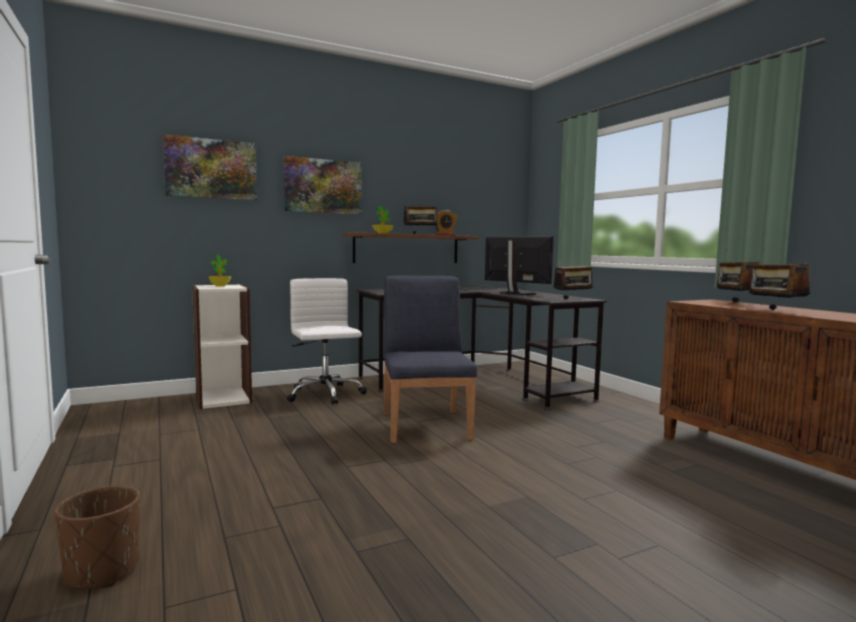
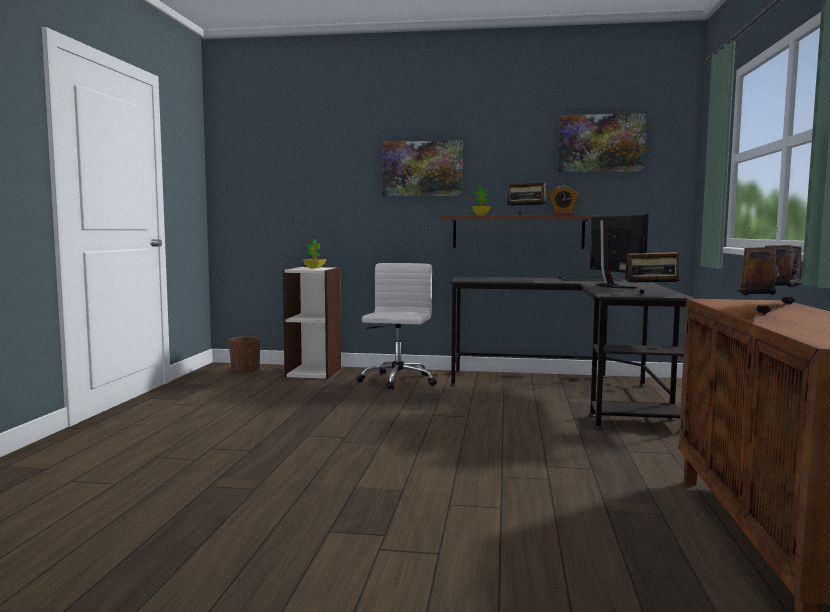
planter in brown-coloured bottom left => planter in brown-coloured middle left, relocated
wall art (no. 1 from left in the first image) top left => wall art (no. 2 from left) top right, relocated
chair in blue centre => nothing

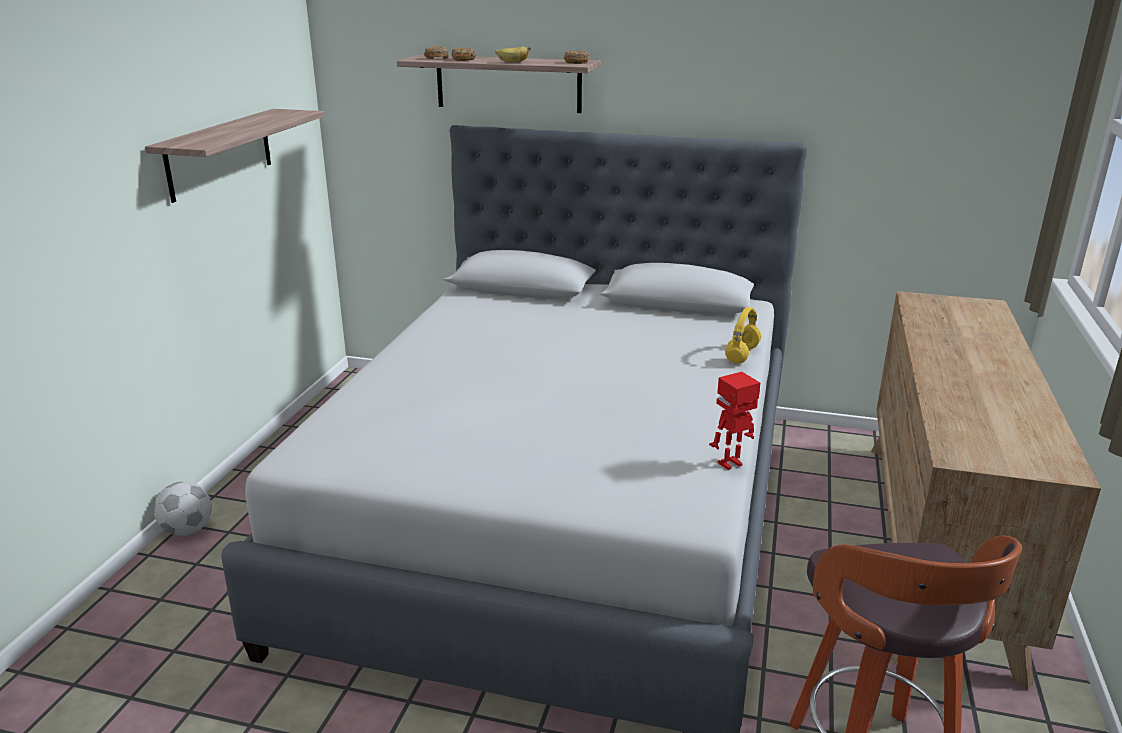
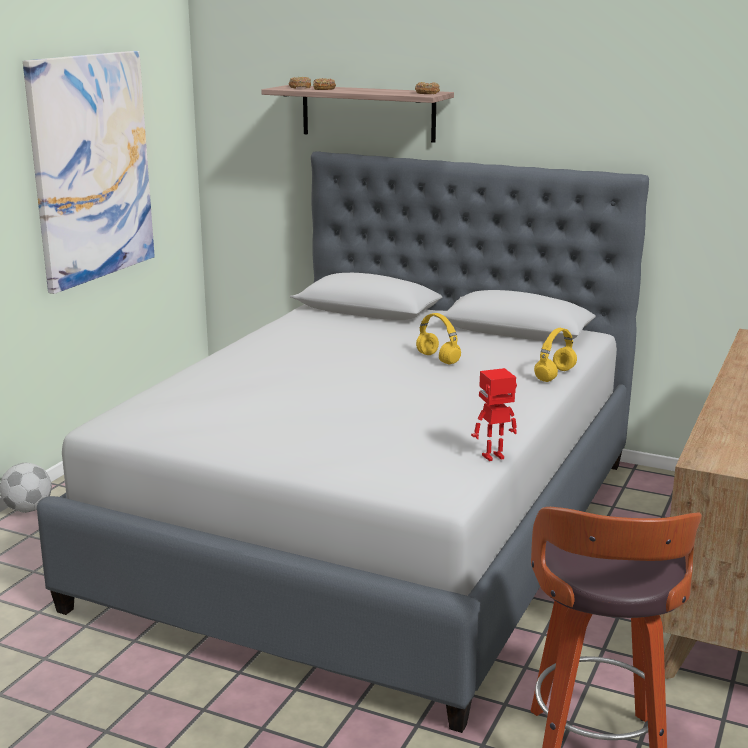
wall shelf (no. 1 from left) top left => wall art top left
banana fruit top centre => nothing
nothing => pair of headphones in yellow-coloured (no. 1 from left) centre

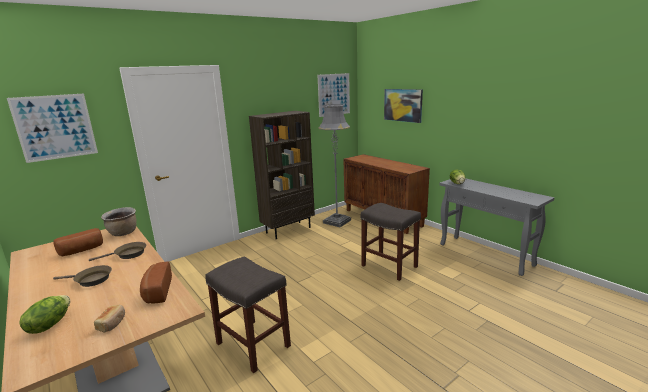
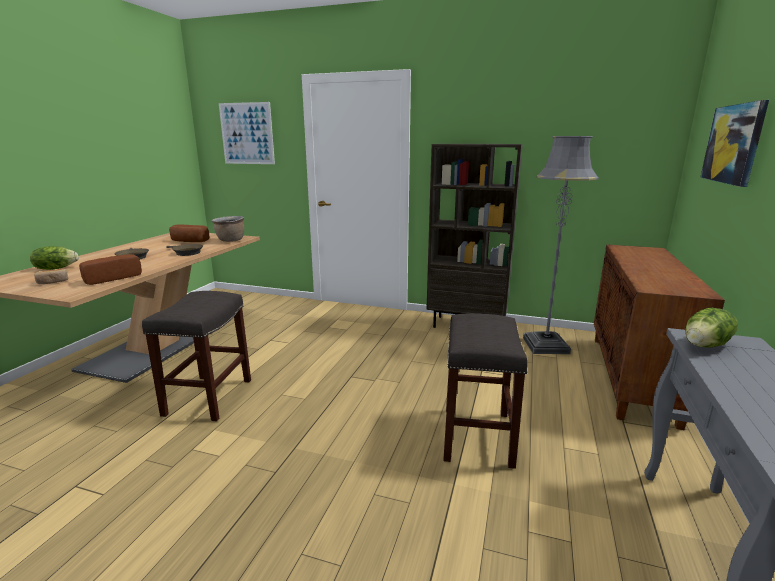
wall art (no. 2 from left) top centre => nothing

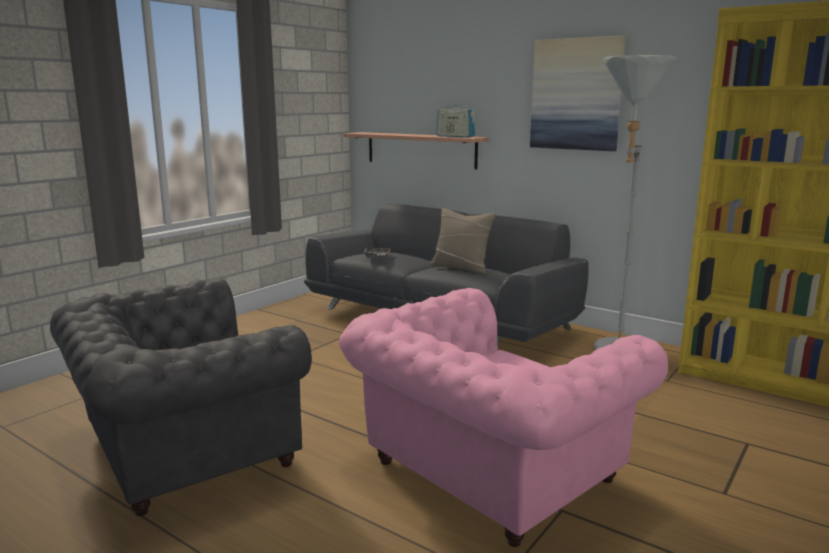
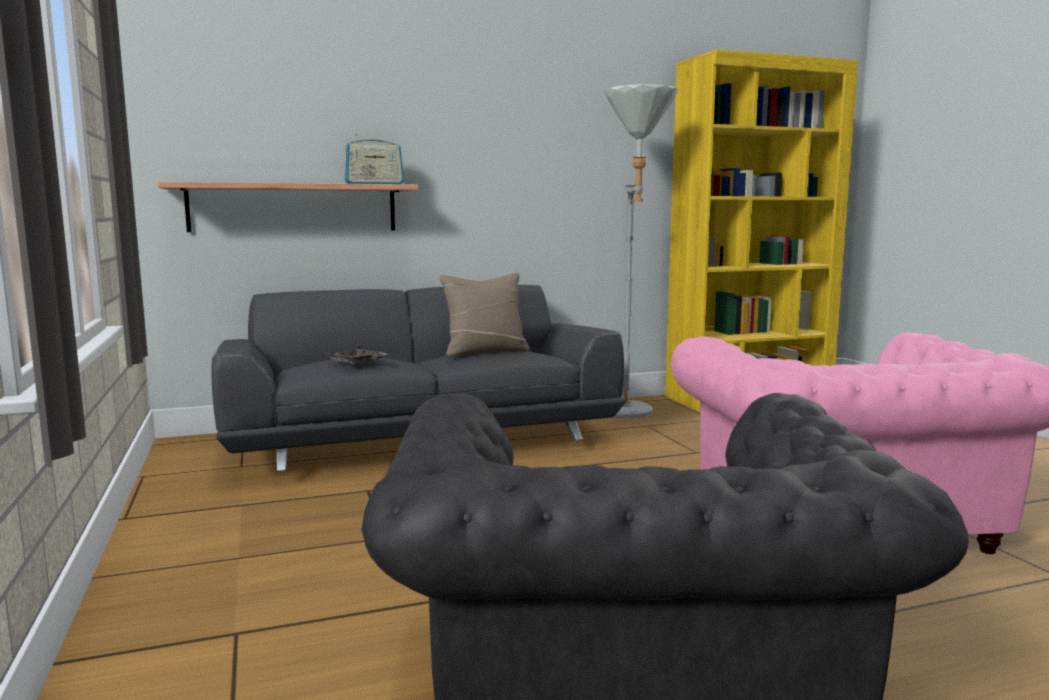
wall art top right => nothing

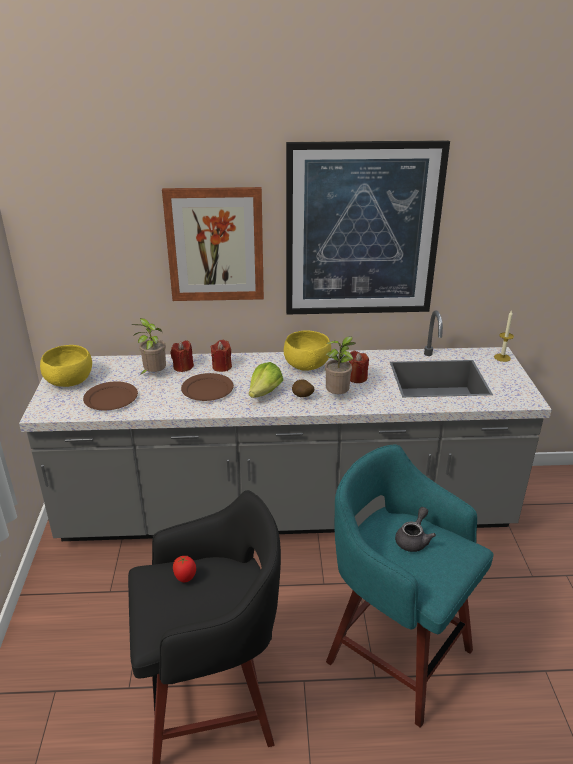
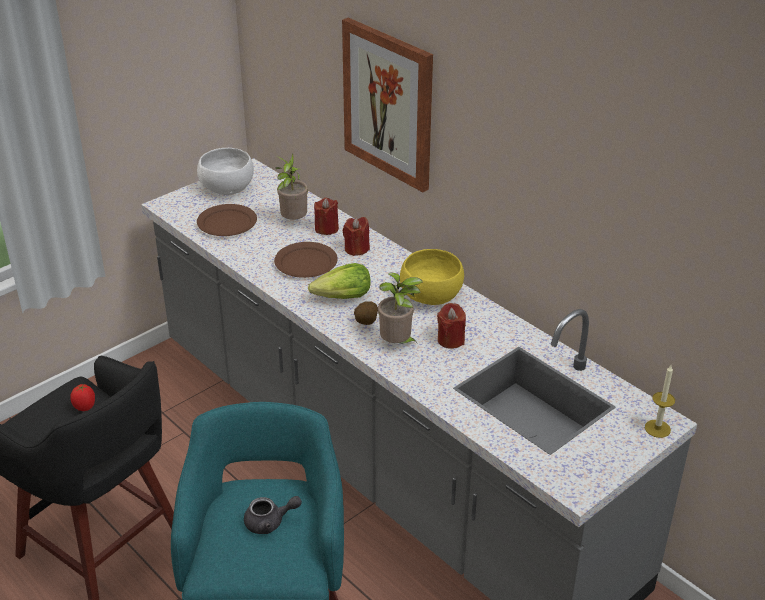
deep dish in yellow-coloured (no. 1 from left) middle left => deep dish in white-coloured top left
wall art (no. 2 from left) top centre => nothing

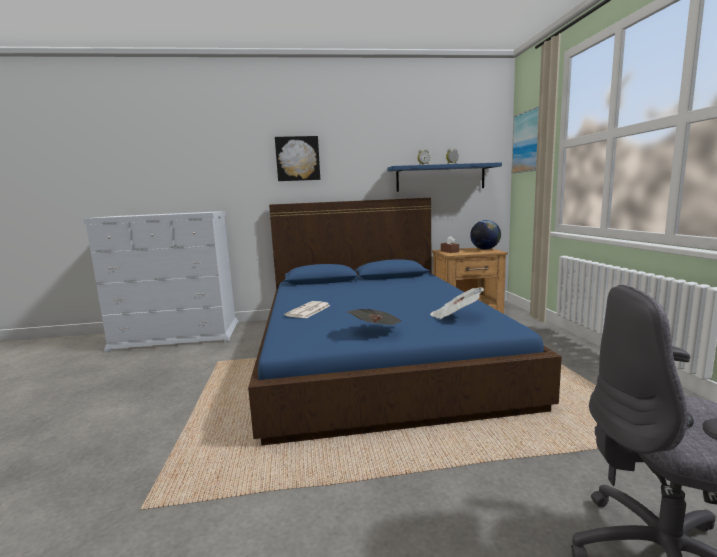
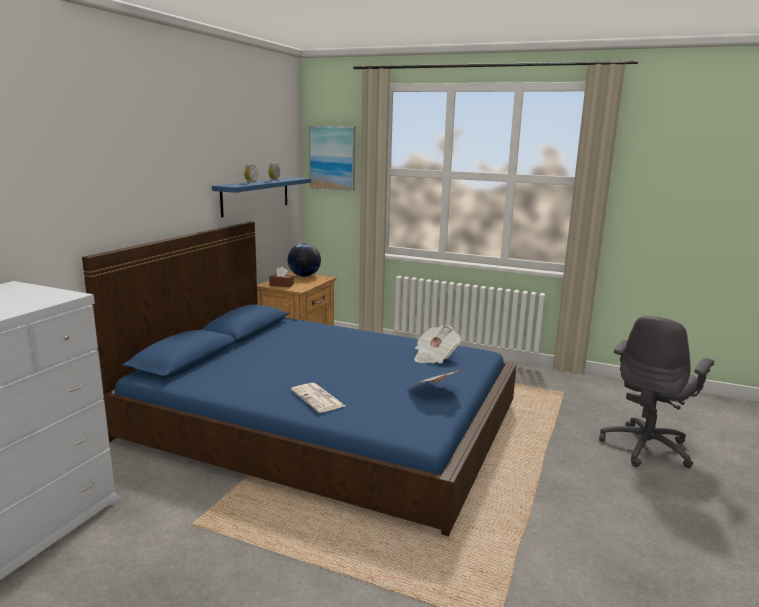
wall art (no. 1 from left) top centre => nothing

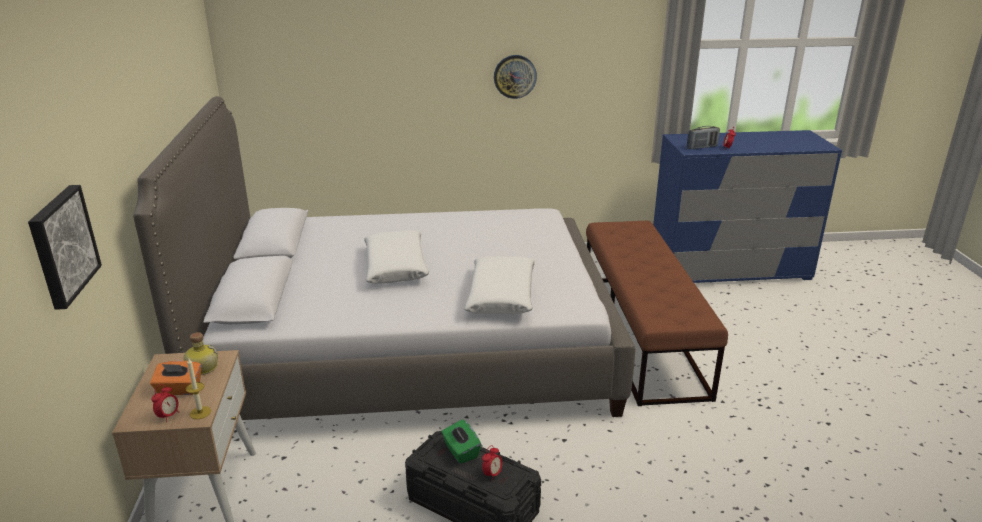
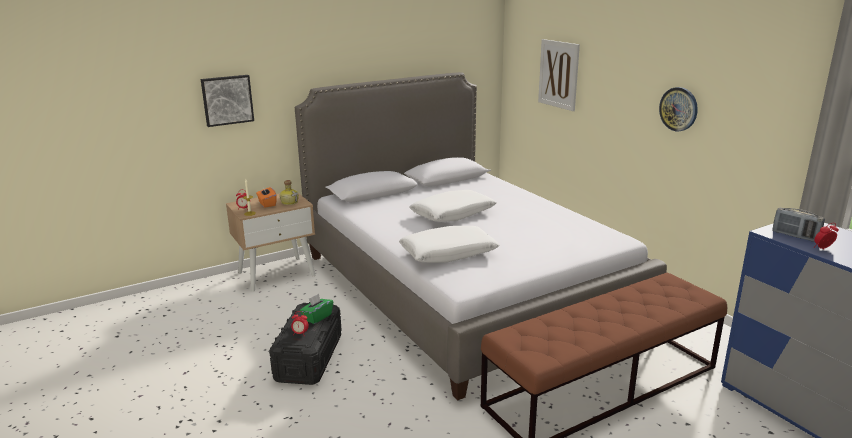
nothing => wall art (no. 2 from left) top centre

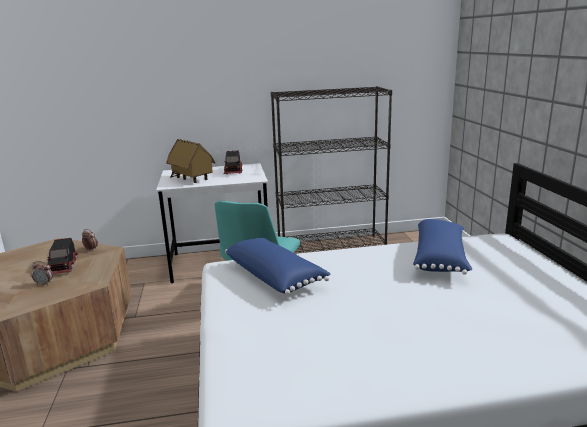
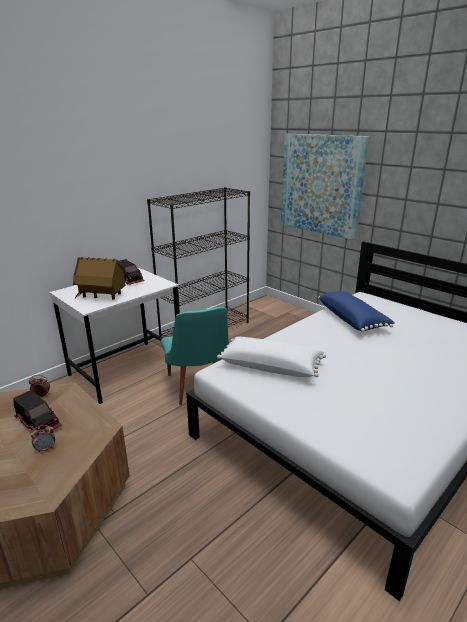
throw pillow in blue (no. 1 from left) centre => throw pillow in white-coloured centre
nothing => wall art top right

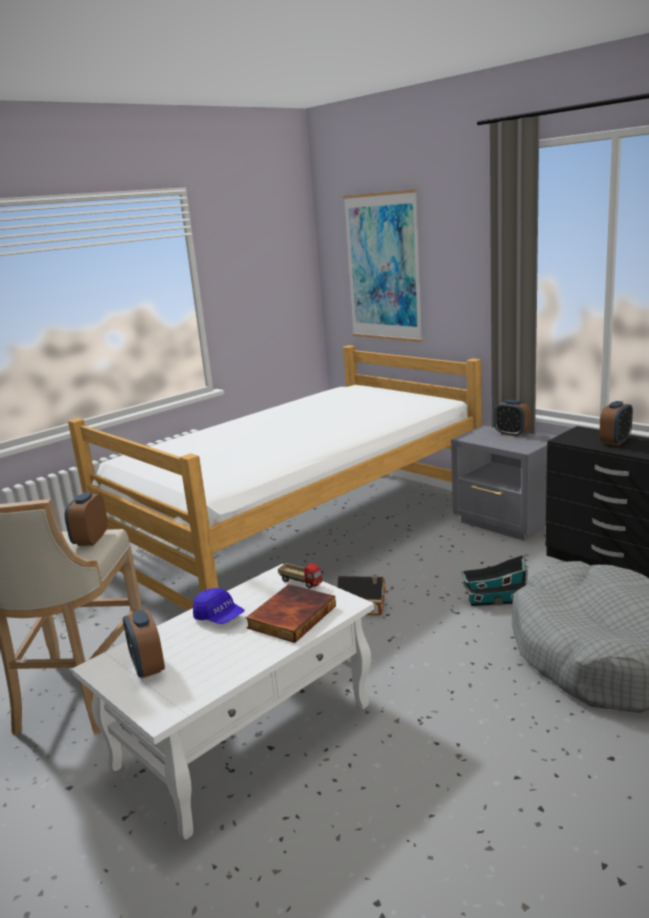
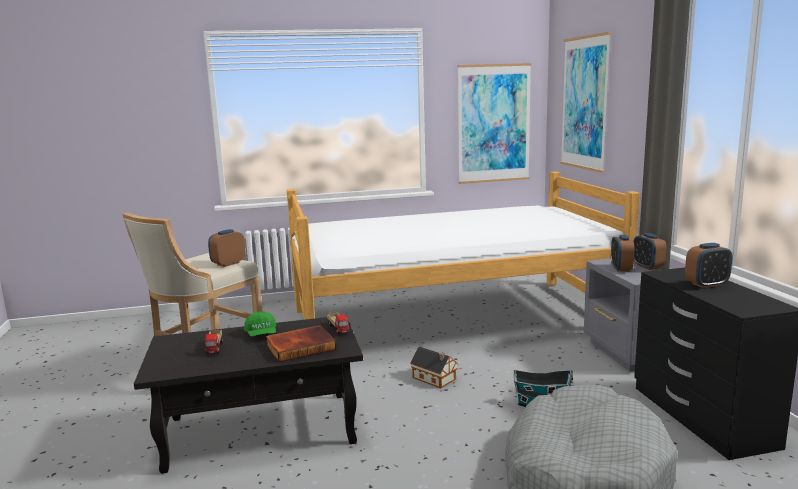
coffee table in white-coloured bottom centre => coffee table in black bottom left
bedside clock (no. 2 from left) bottom left => bedside clock (no. 2 from left) middle right, relocated
peaked cap in blue centre => peaked cap in green middle left
nothing => toy truck (no. 1 from left) bottom left
nothing => wall art (no. 1 from left) top centre

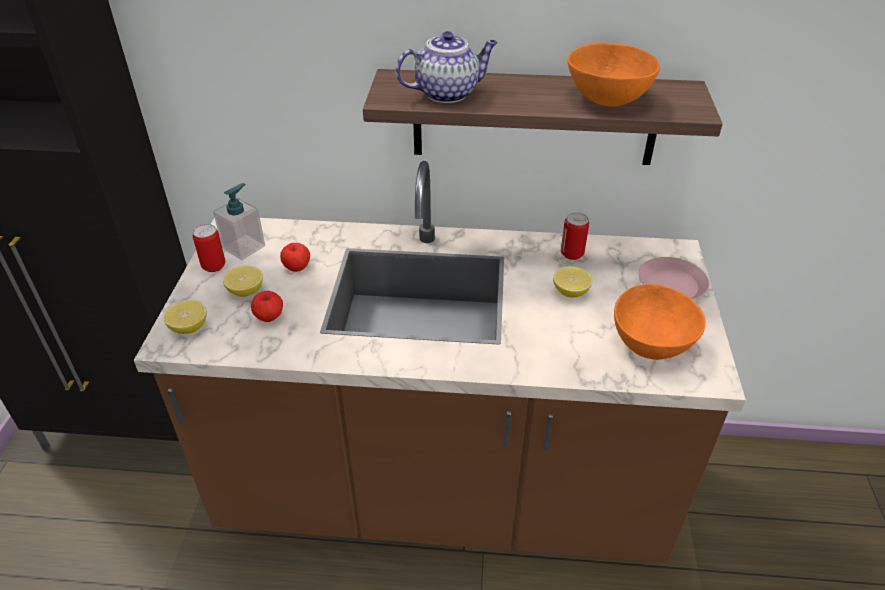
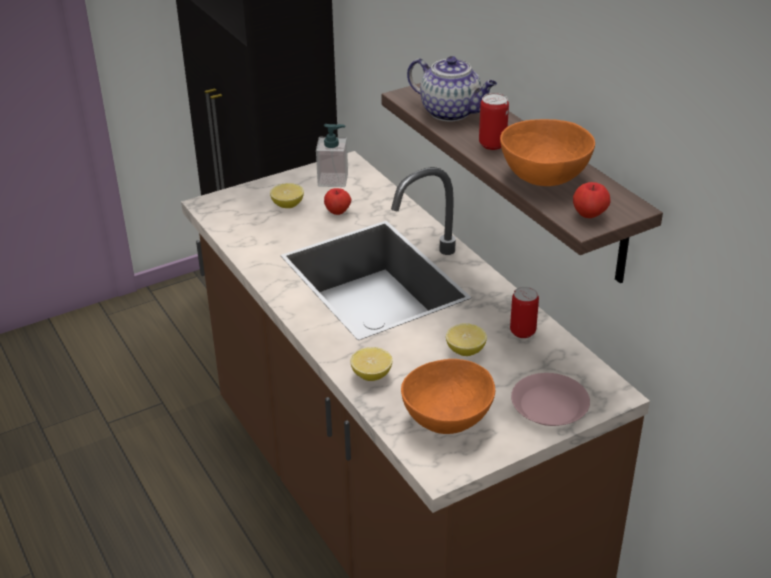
lemon (no. 1 from left in the first image) middle left => lemon (no. 2 from left) centre, relocated
metal can (no. 1 from left) middle left => metal can (no. 1 from left) top centre, relocated
whole apple (no. 1 from left in the first image) middle left => whole apple (no. 2 from left) middle right, relocated

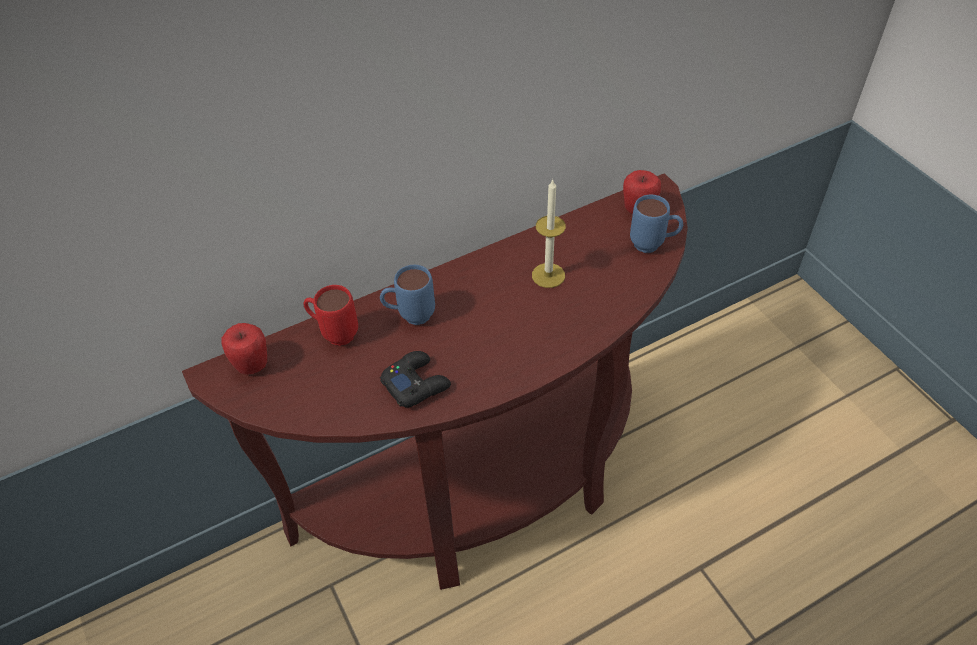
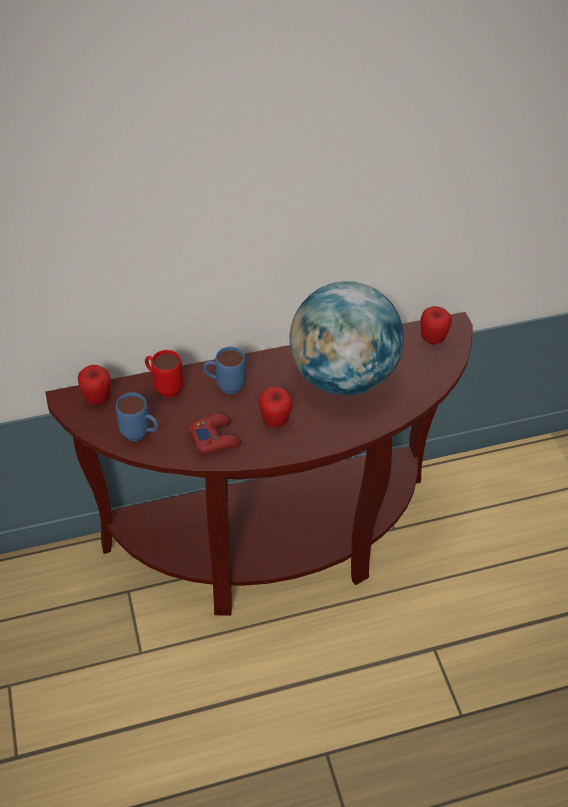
game controller in black centre => game controller in red-coloured centre
candle centre => world globe centre
coffee mug in blue (no. 2 from left in the first image) middle right => coffee mug in blue (no. 1 from left) middle left, relocated
nothing => whole apple (no. 2 from left) centre

